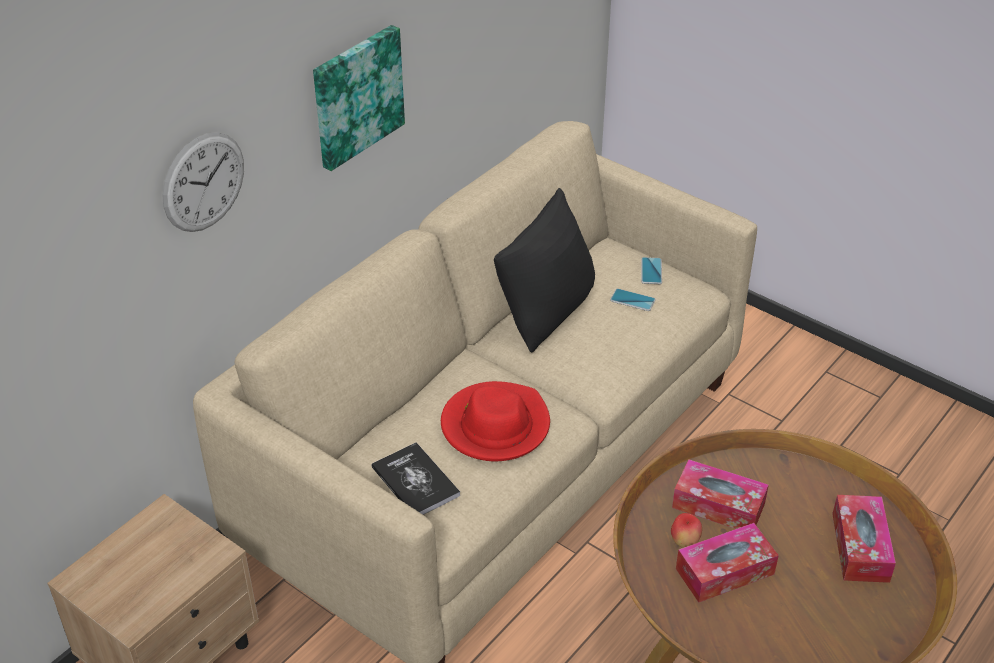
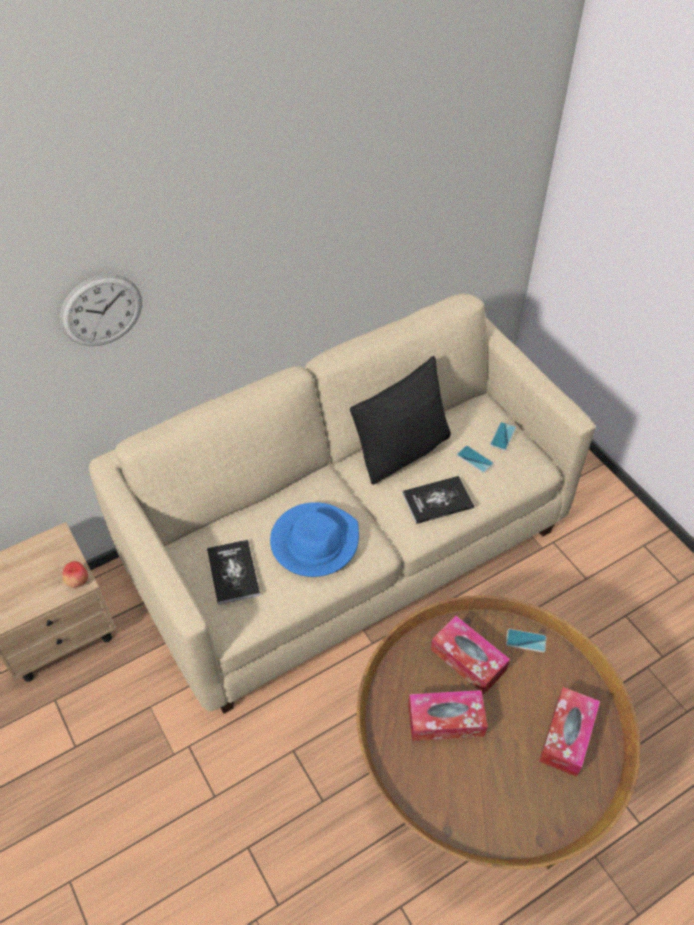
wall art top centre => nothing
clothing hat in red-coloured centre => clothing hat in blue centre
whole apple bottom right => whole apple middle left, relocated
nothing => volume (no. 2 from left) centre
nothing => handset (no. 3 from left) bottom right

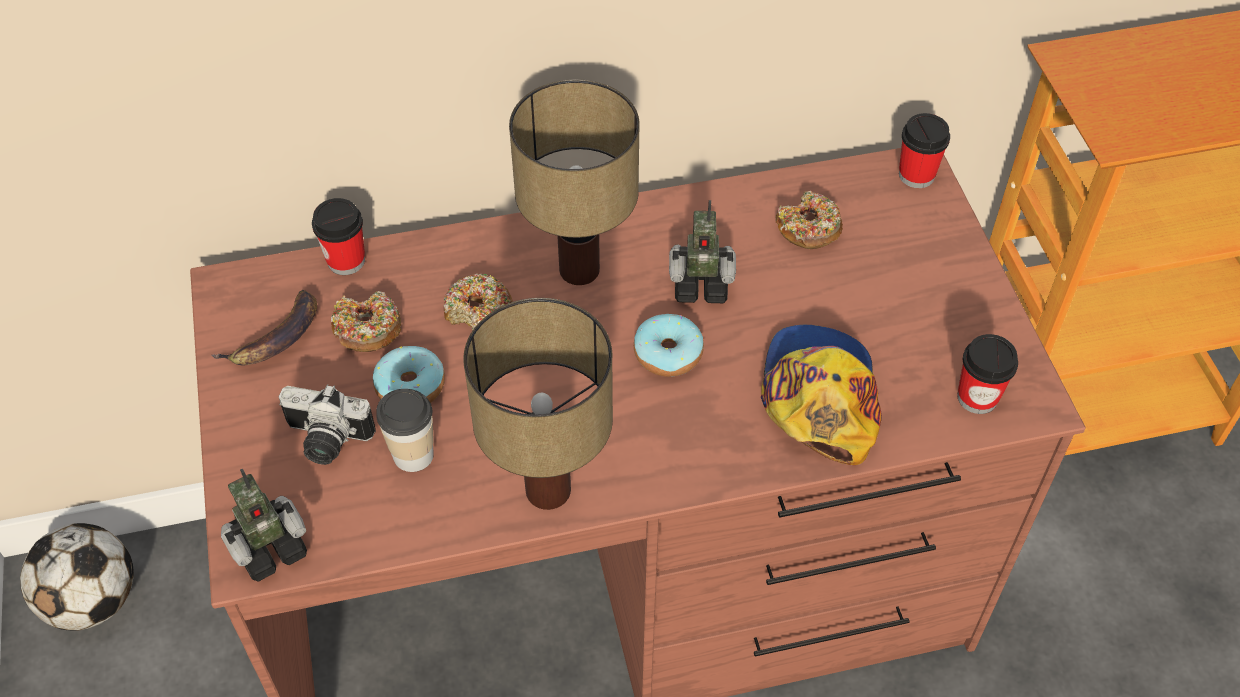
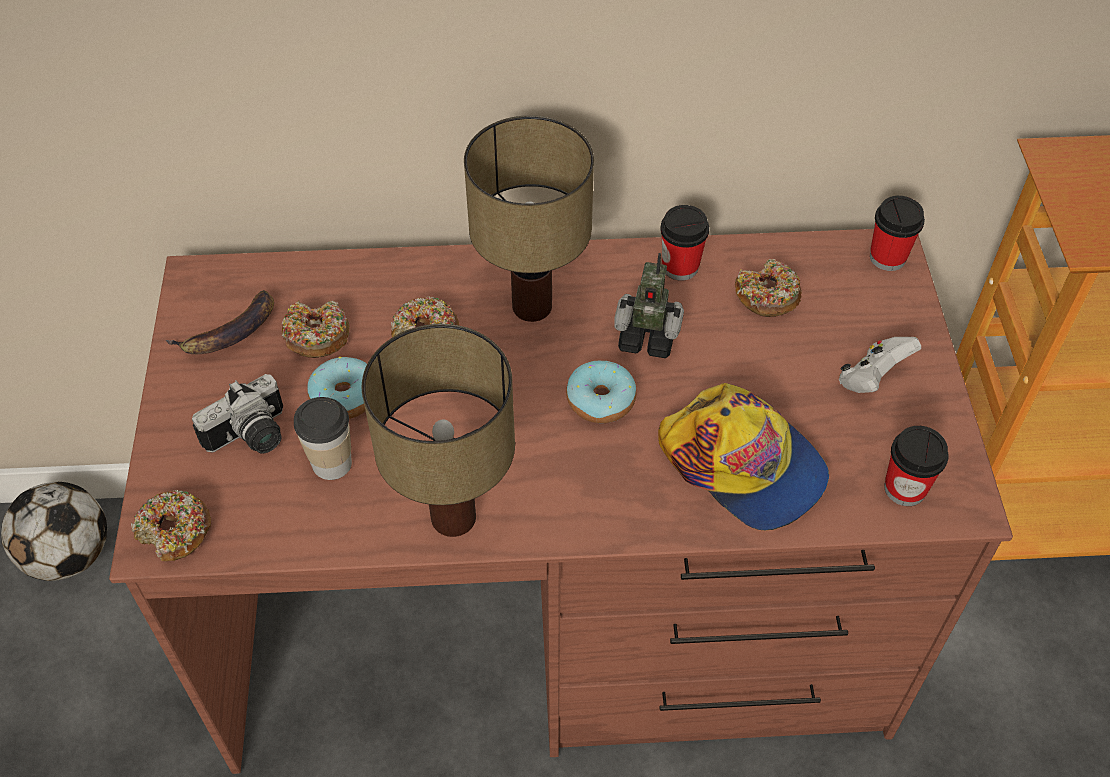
robot figure (no. 1 from left) bottom left => donut (no. 1 from left) bottom left
photo camera middle left, 60 degrees counterclockwise
small cup (no. 1 from left in the first image) middle left => small cup (no. 2 from left) top centre, relocated
peaked cap centre => peaked cap middle right, 120 degrees clockwise
nothing => game controller in white-coloured middle right

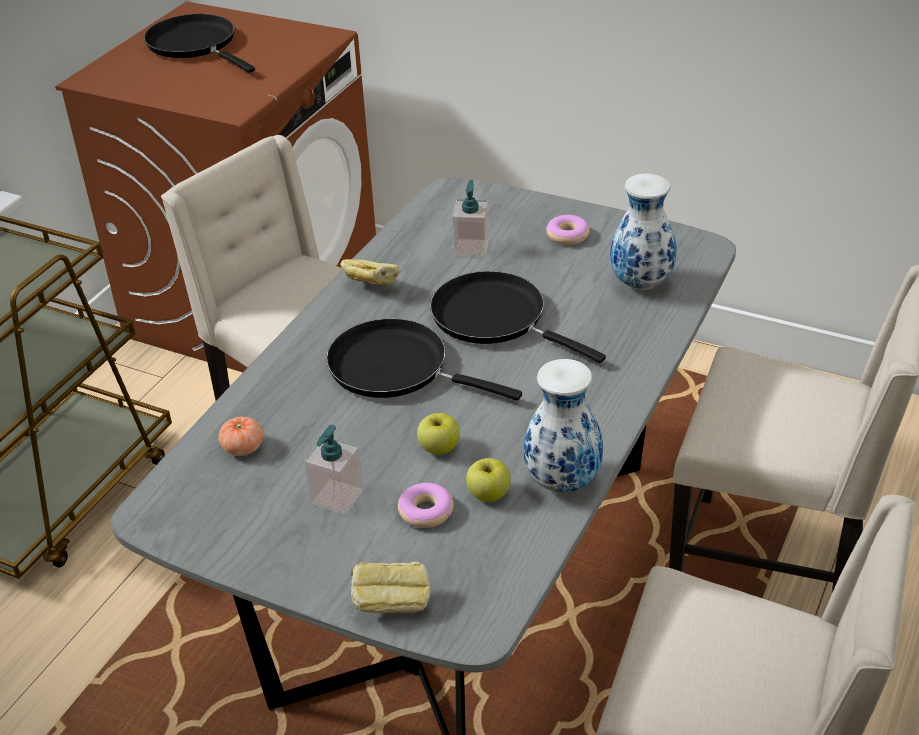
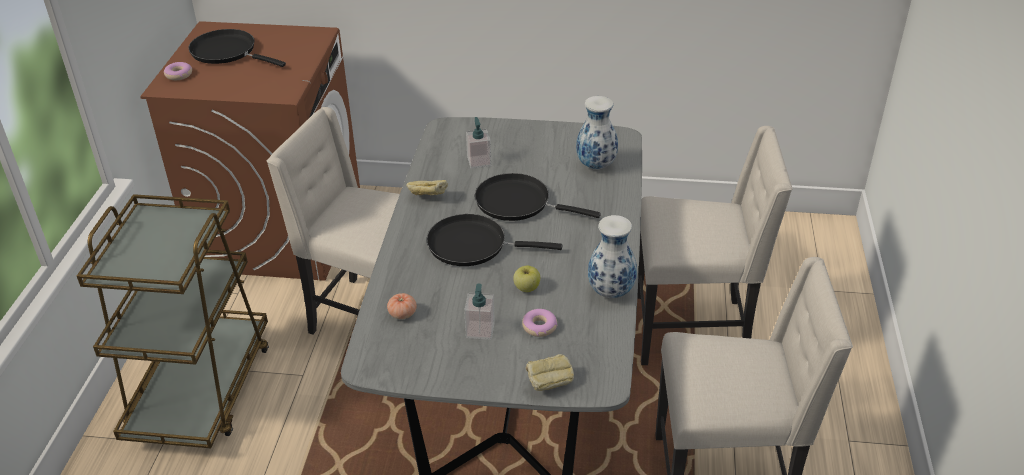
whole apple (no. 2 from left) centre => nothing
donut (no. 2 from left in the first image) top centre => donut (no. 1 from left) top left, relocated

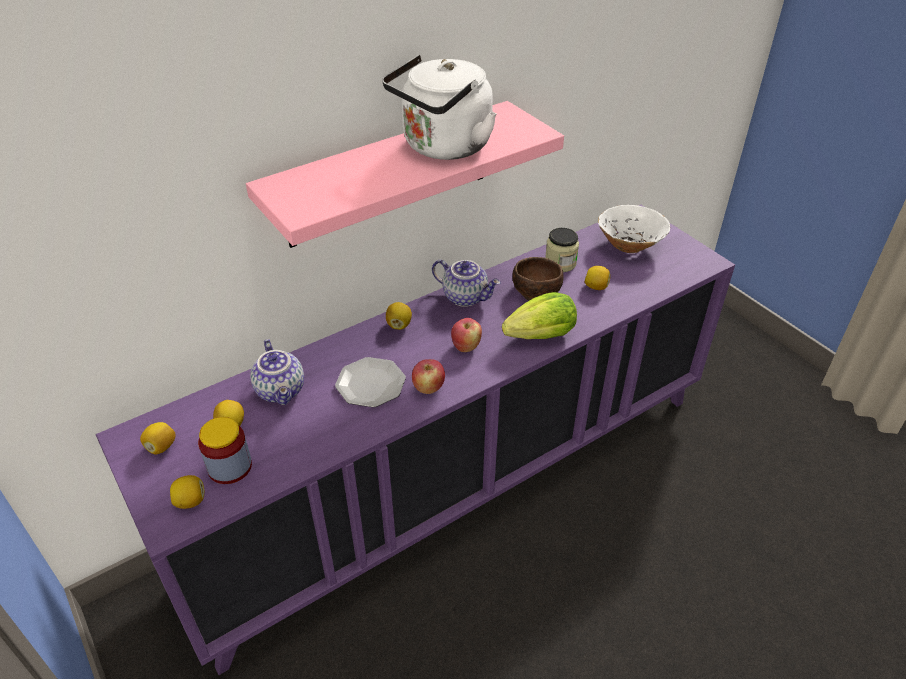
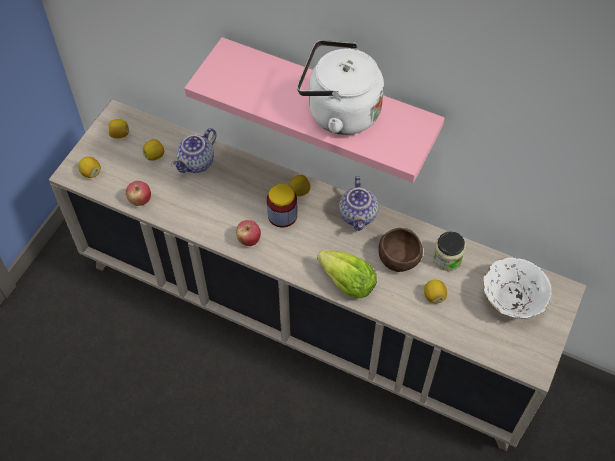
storage cabinet in purple-coloured centre => storage cabinet in beige-coloured centre
preserve jar (no. 1 from left) middle left => preserve jar (no. 1 from left) centre, relocated
plate centre => nothing
whole apple (no. 2 from left in the first image) centre => whole apple (no. 1 from left) middle left, relocated

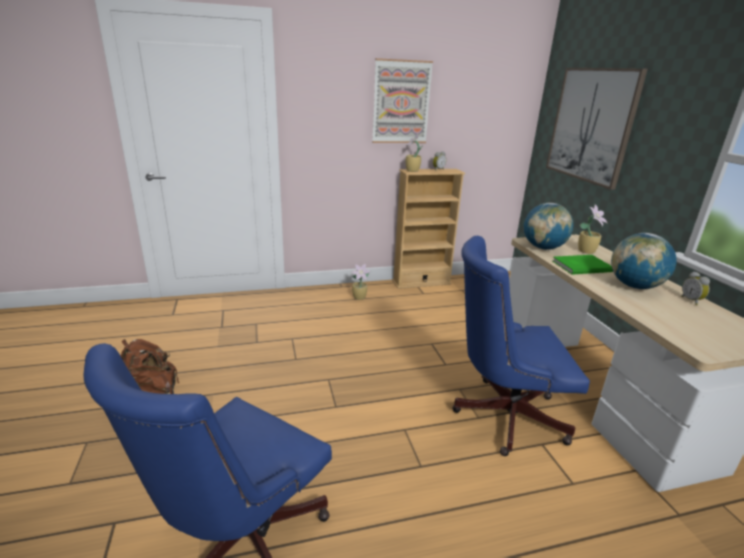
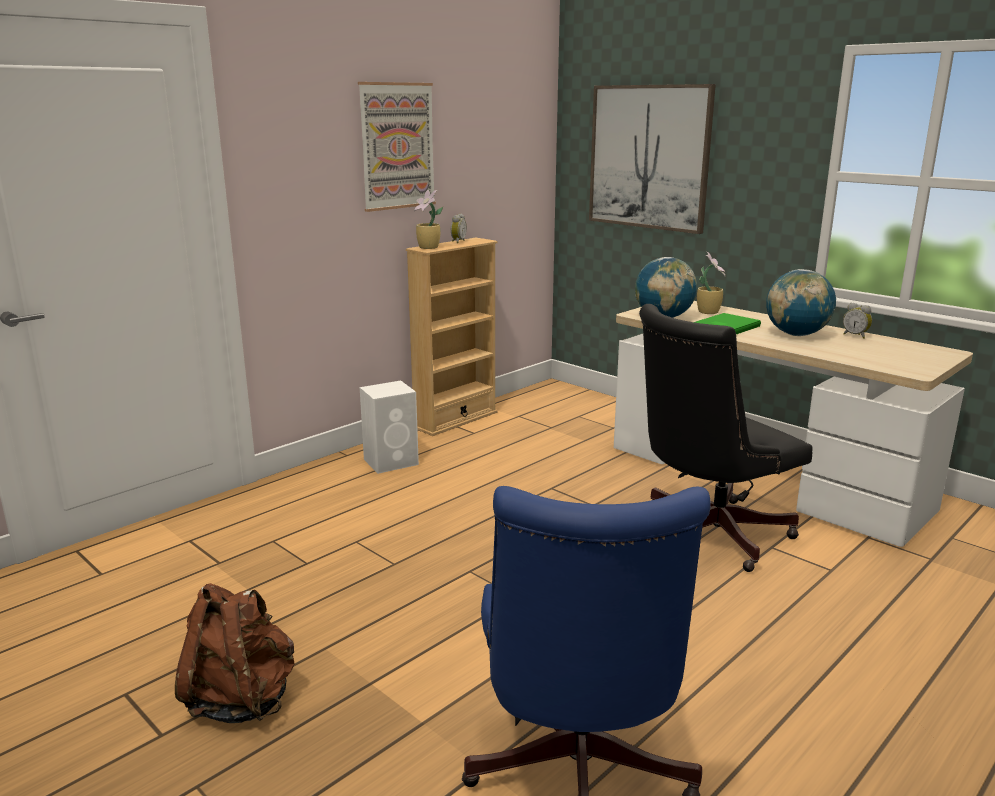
houseplant (no. 1 from left) centre => speaker in white-coloured centre
office chair in blue (no. 2 from left) middle right => office chair in black middle right

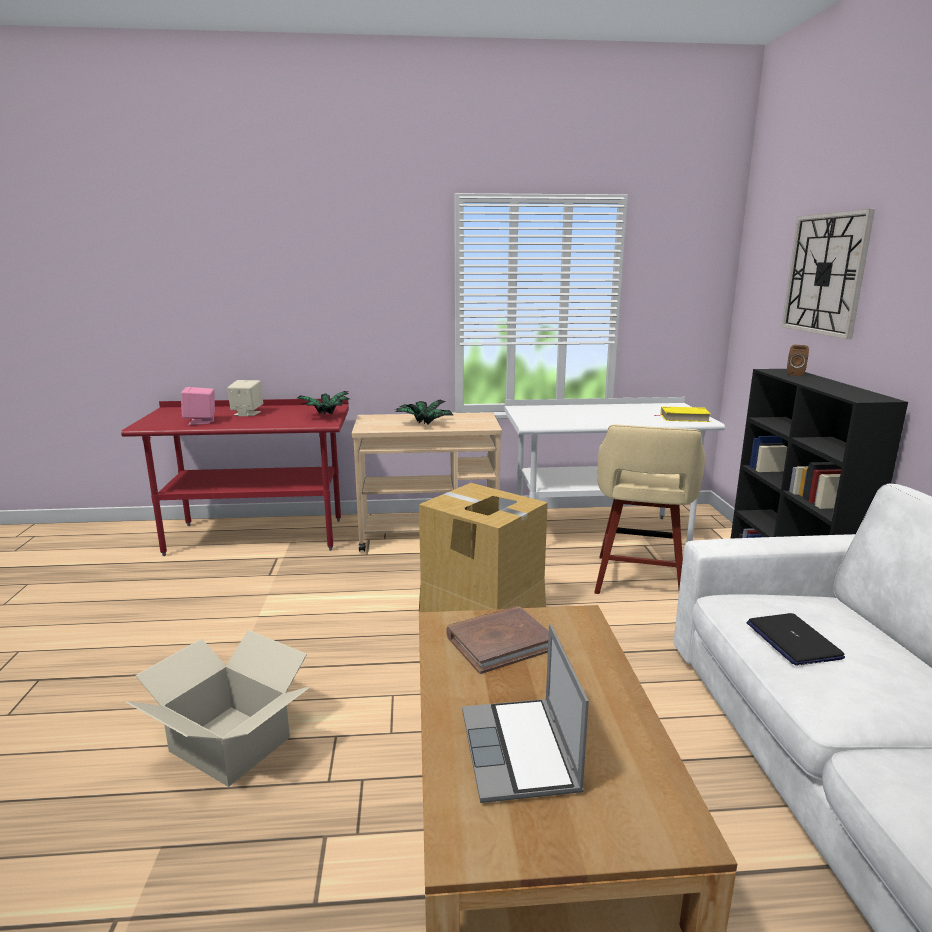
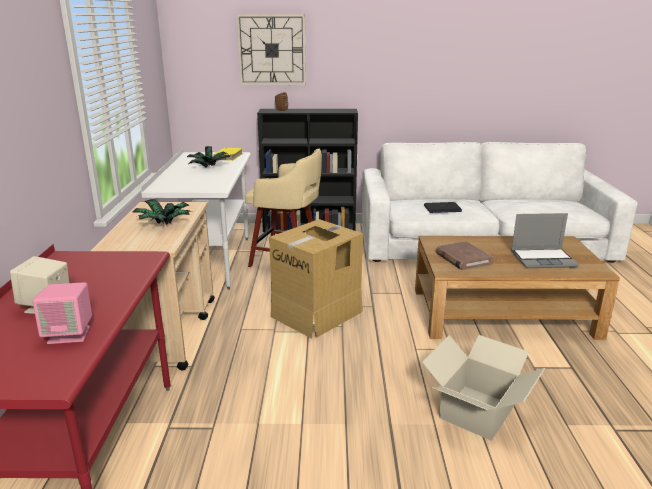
houseplant (no. 1 from left in the first image) centre => houseplant (no. 2 from left) top left, relocated

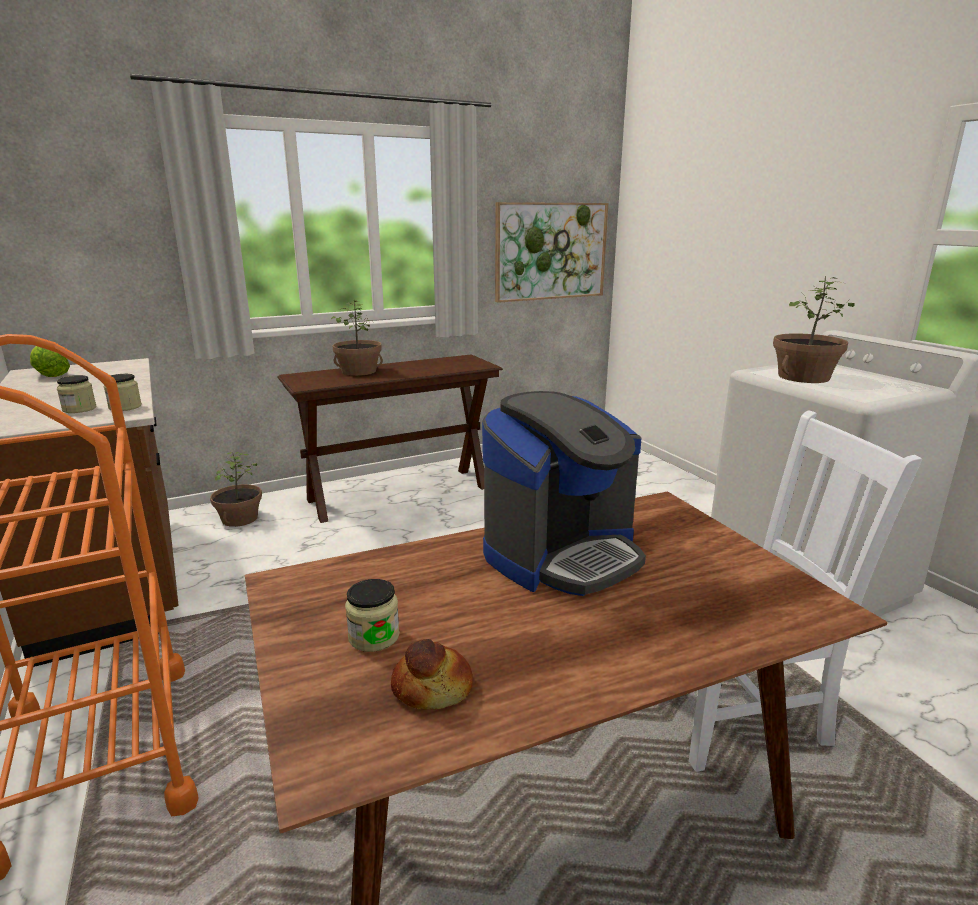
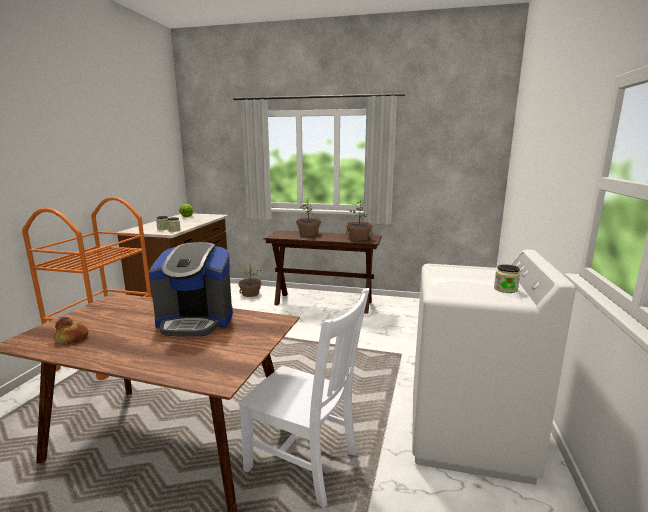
preserve jar (no. 3 from left) bottom centre => preserve jar (no. 3 from left) middle right, relocated
wall art top centre => nothing
houseplant (no. 3 from left) middle right => houseplant (no. 3 from left) centre, relocated

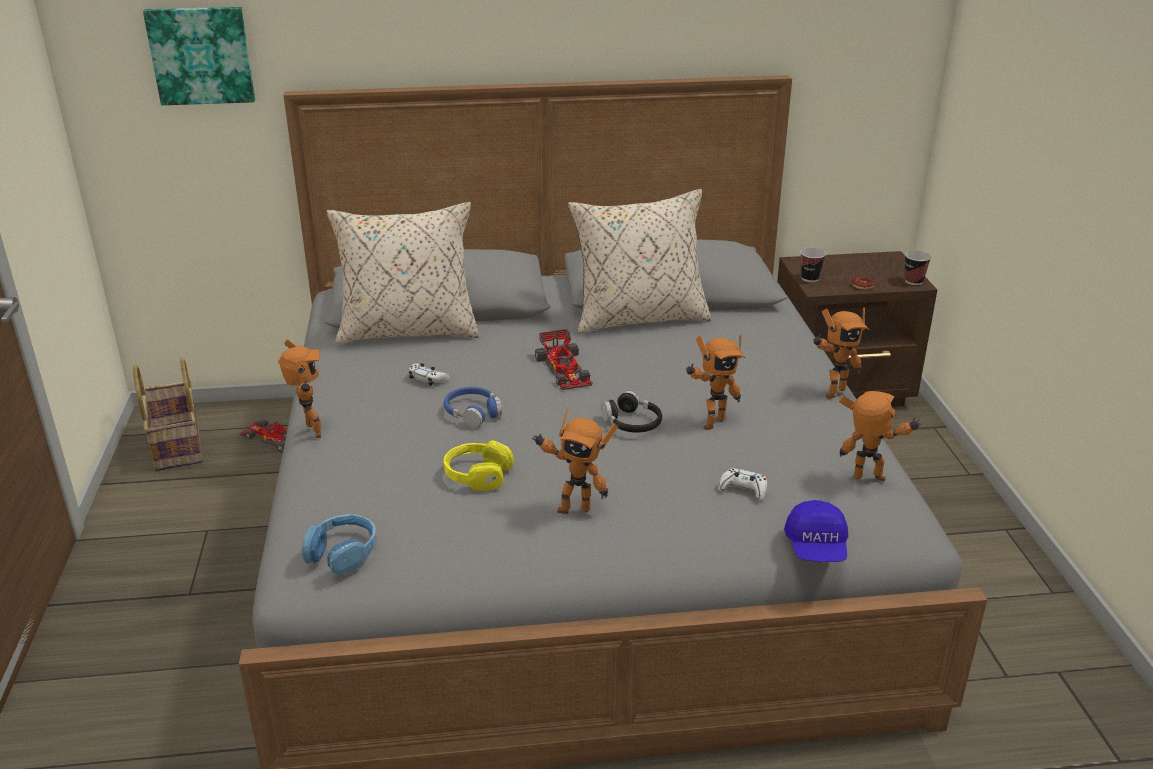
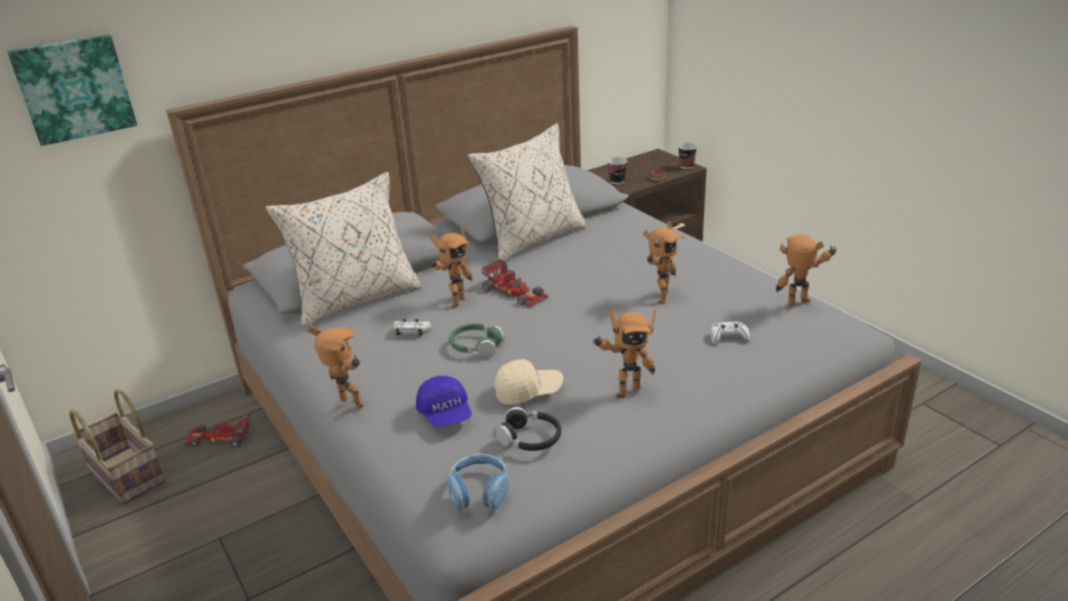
pair of headphones in blue (no. 2 from left) centre => pair of headphones in green centre
pair of headphones in yellow-coloured centre => peaked cap in beige-coloured centre
pair of headphones in black centre => pair of headphones in black bottom centre, relocated
peaked cap in blue bottom right => peaked cap in blue bottom centre, relocated
robot figure (no. 4 from left in the first image) middle right => robot figure (no. 2 from left) centre, relocated

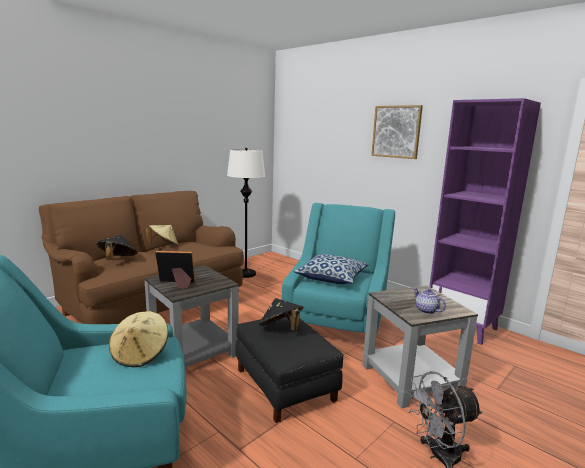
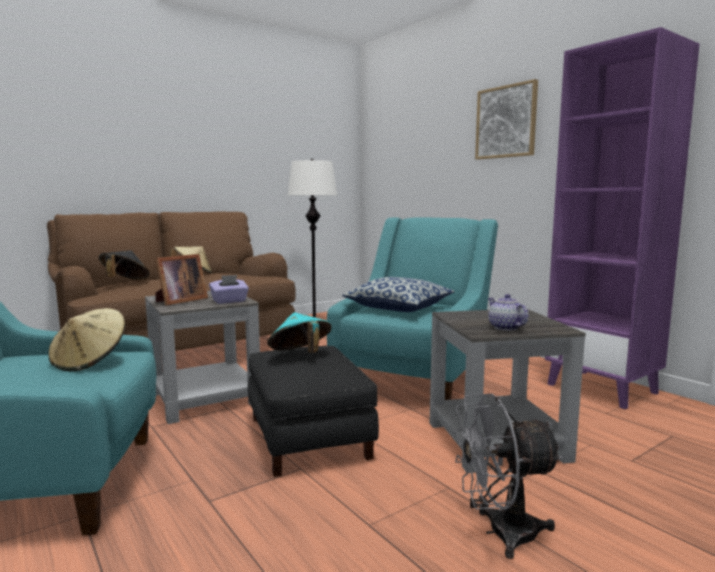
photo frame middle left, 120 degrees clockwise
clothing hat in black (no. 2 from left) bottom centre => clothing hat in blue-green centre
nothing => tissue holder in purple-coloured middle left

